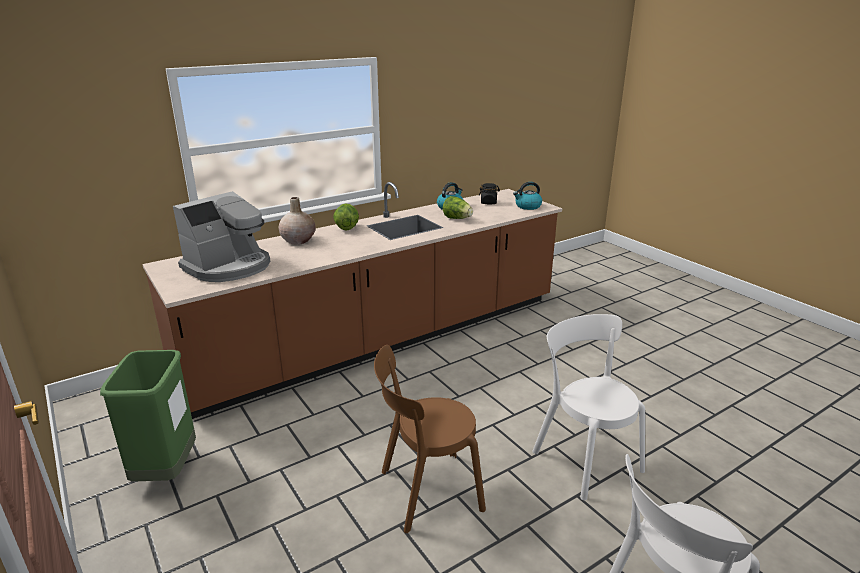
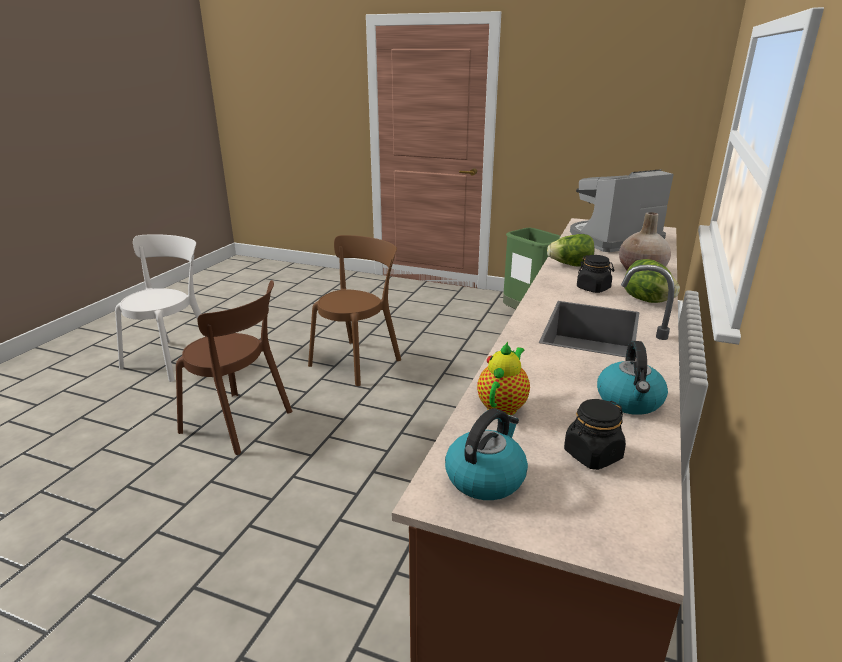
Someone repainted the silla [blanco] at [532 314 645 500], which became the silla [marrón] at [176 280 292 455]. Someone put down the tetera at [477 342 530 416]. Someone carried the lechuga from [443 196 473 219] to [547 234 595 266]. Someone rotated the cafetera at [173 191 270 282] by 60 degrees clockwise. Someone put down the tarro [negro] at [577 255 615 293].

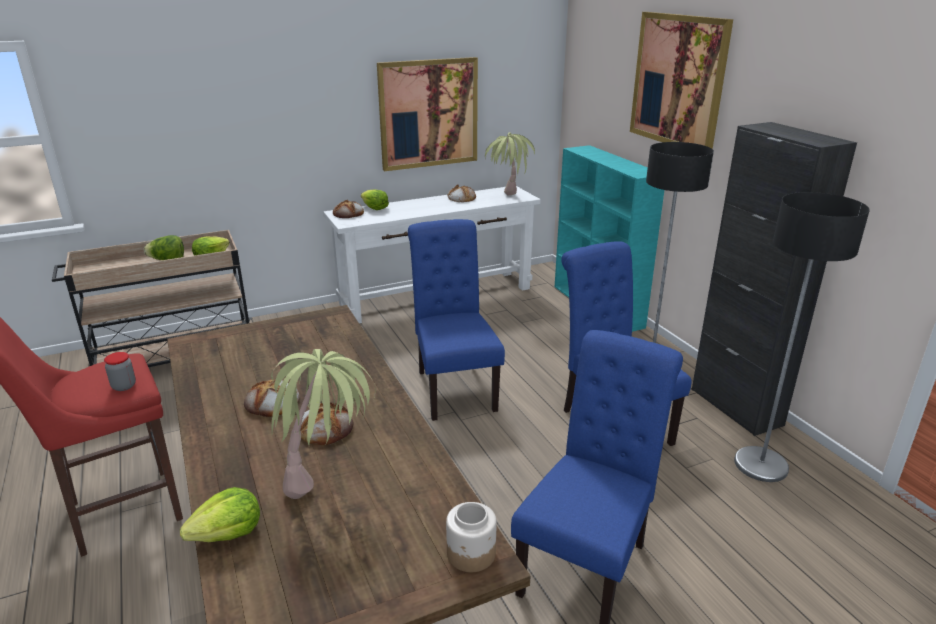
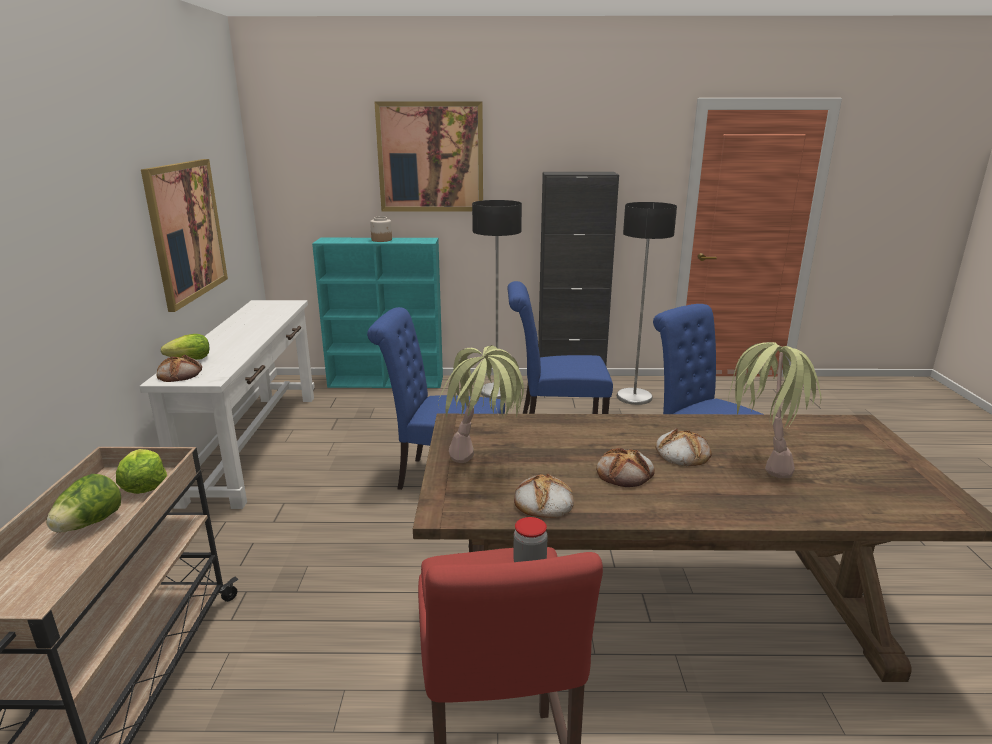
Someone carried the tarro from [446 502 497 572] to [370 216 392 242]. Someone carried the planta en maceta from [485 132 535 196] to [438 345 524 463]. Someone carried the pan from [448 185 476 202] to [514 474 574 518]. Someone took away the lechuga at [180 487 260 542].

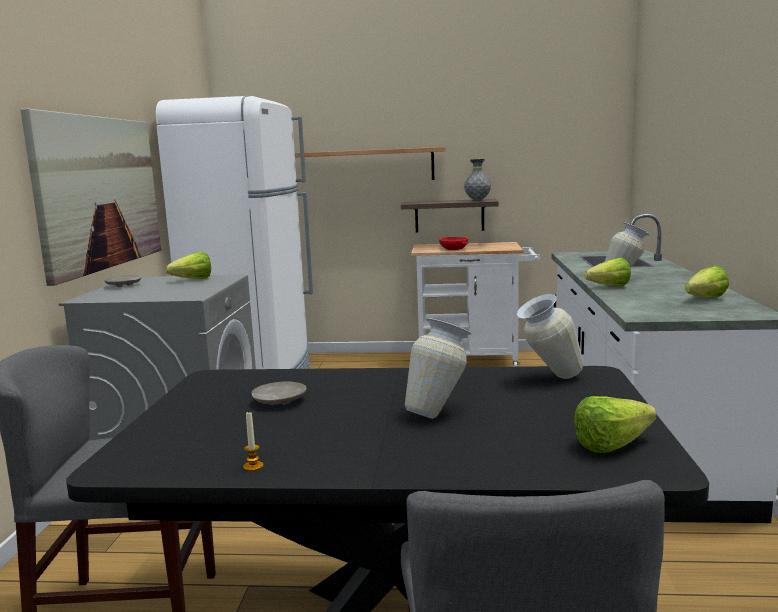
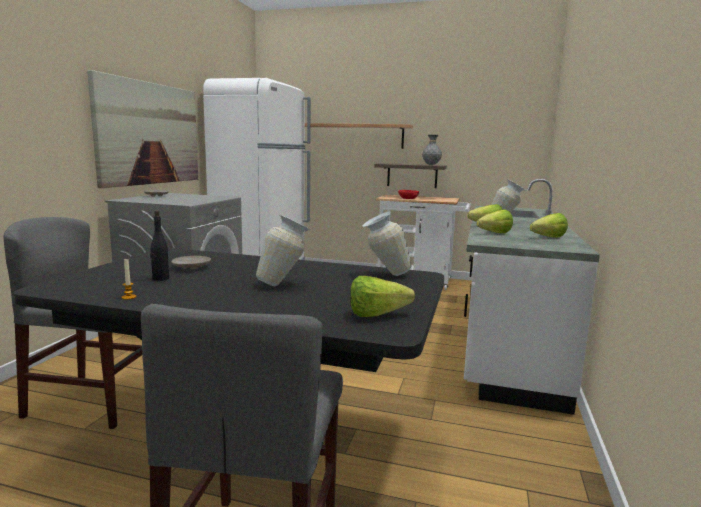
Someone put down the botella [negro] at [150 210 169 281]. Someone carried the lechuga from [166 252 211 279] to [477 210 513 233].

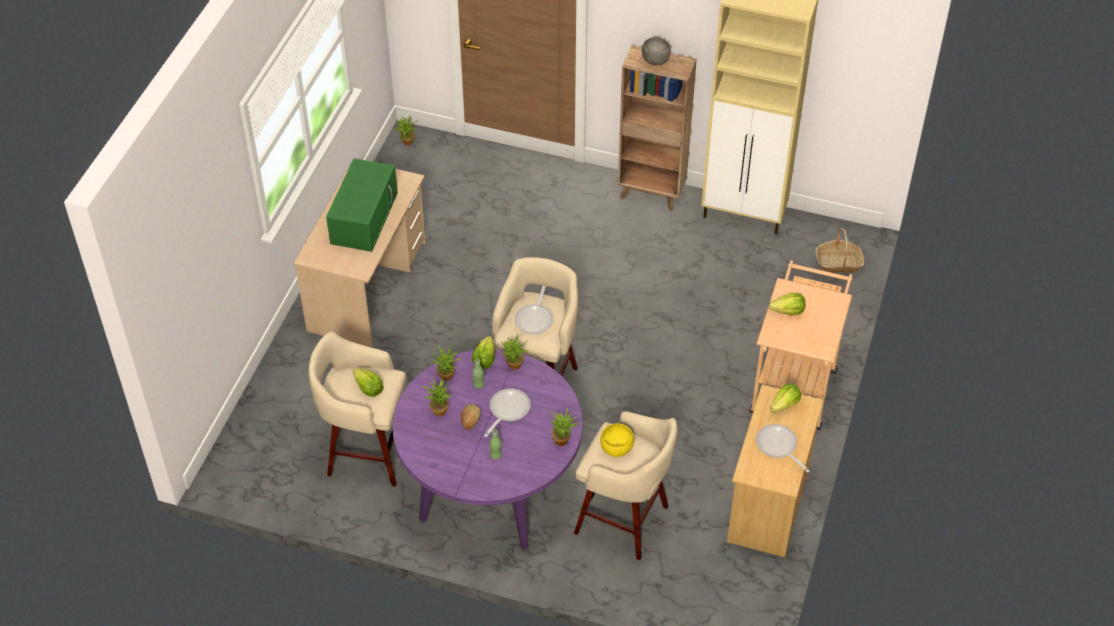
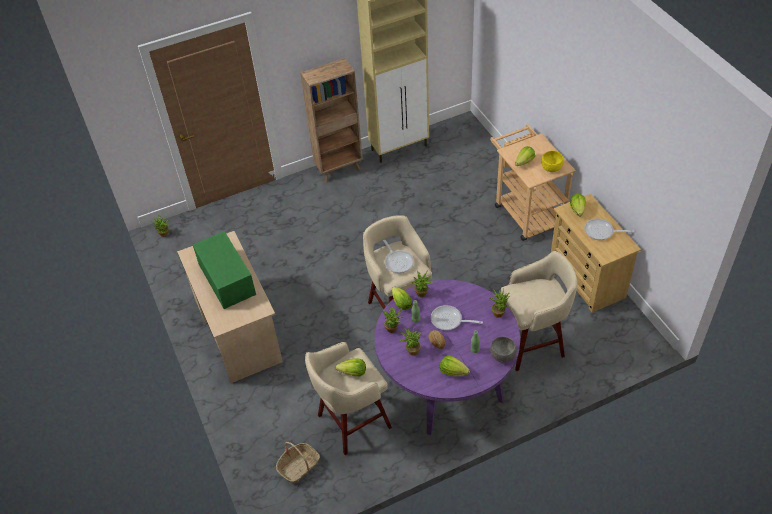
Someone carried the cesta from [815 228 865 273] to [276 442 320 484]. Someone rotated the sartén at [484 388 531 437] by 60 degrees counterclockwise. Someone put down the lechuga at [440 355 470 376]. Someone carried the cuenco [gris] from [642 37 671 65] to [490 336 517 363]. Someone carried the cuenco [amarillo] from [600 423 634 457] to [541 151 564 172].

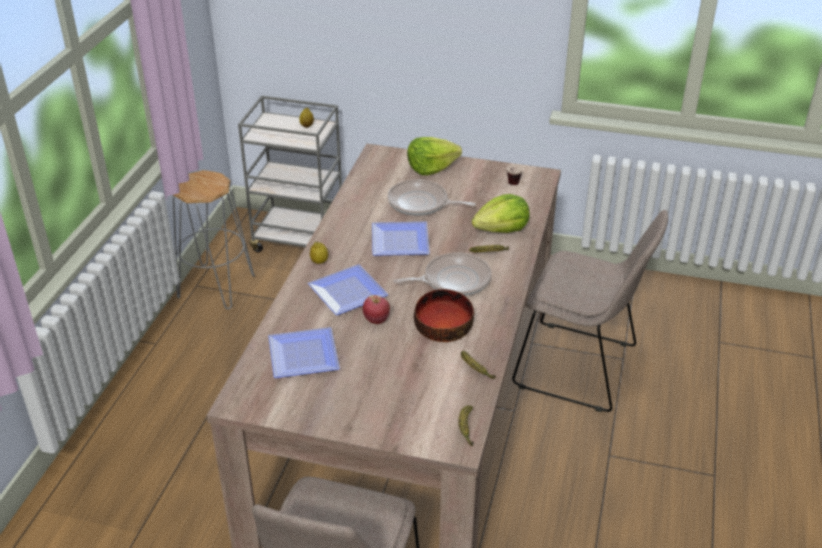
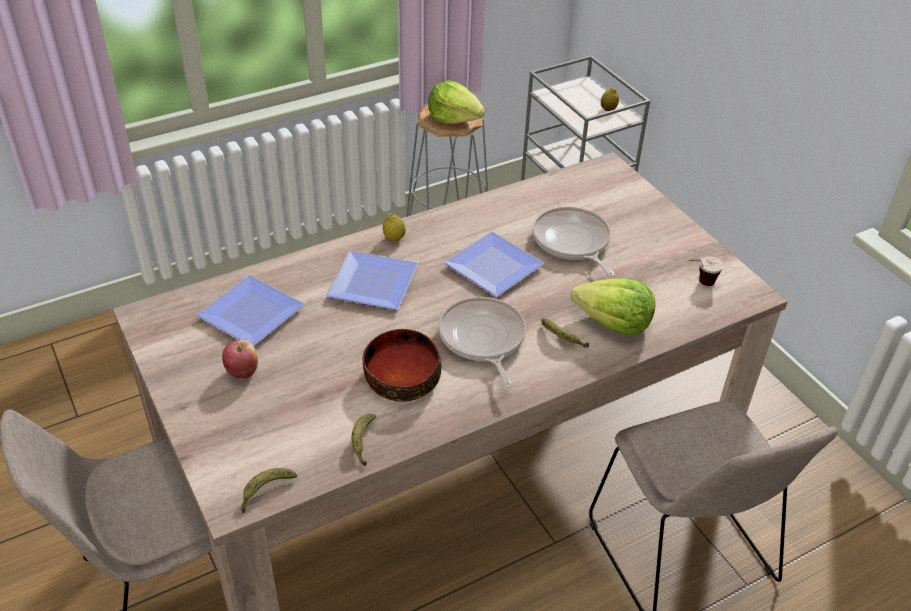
Someone carried the manzana from [363 295 390 324] to [222 340 258 379]. Someone carried the lechuga from [407 137 462 175] to [428 80 485 124]. Someone rotated the sartén at [393 252 491 296] by 135 degrees counterclockwise.

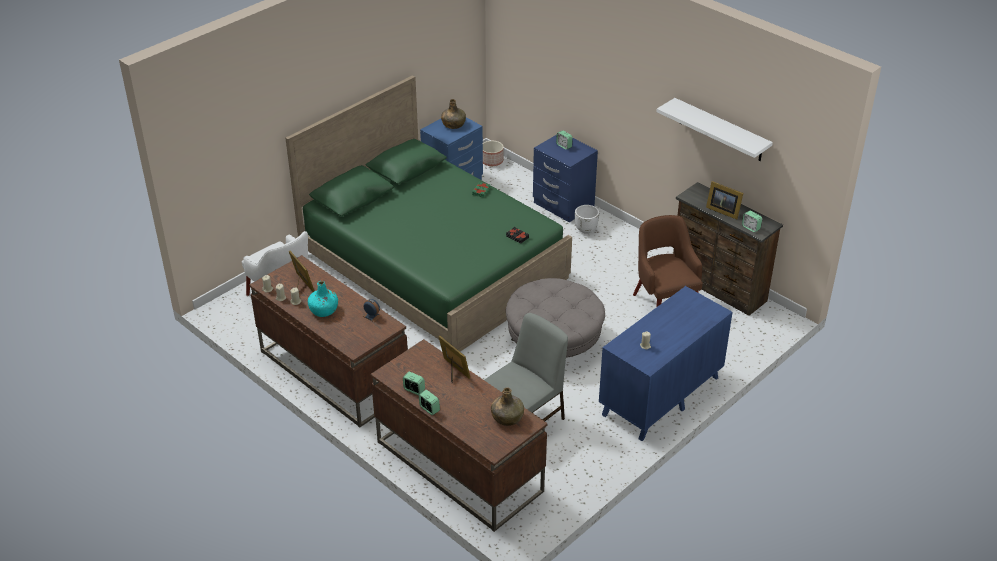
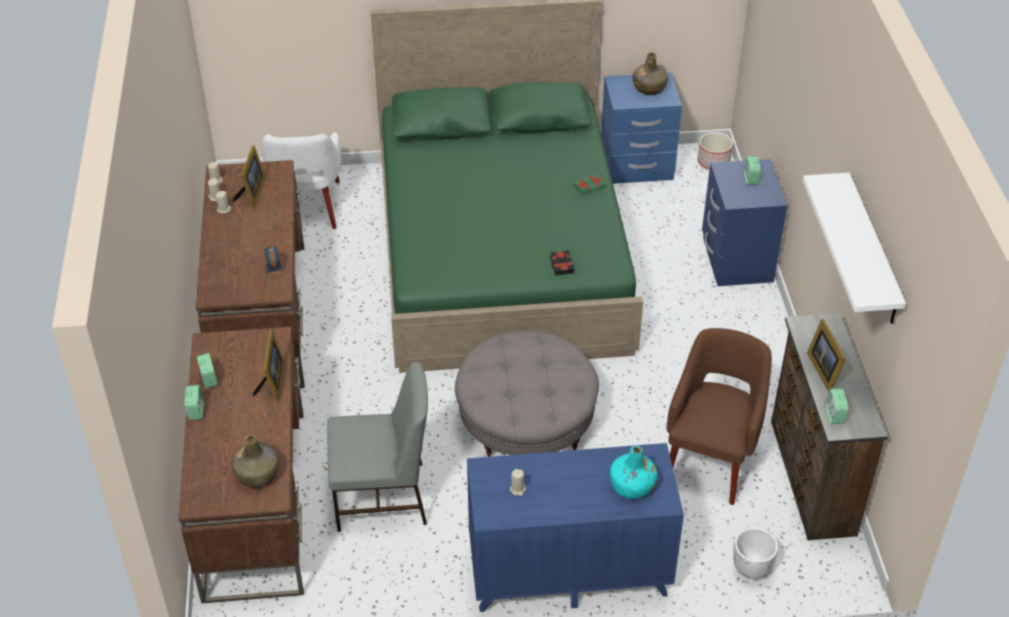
Someone carried the botella [turquesa] from [308 281 338 317] to [610 446 658 499]. Someone carried the maceta [blanco] from [575 205 599 234] to [733 528 778 579].

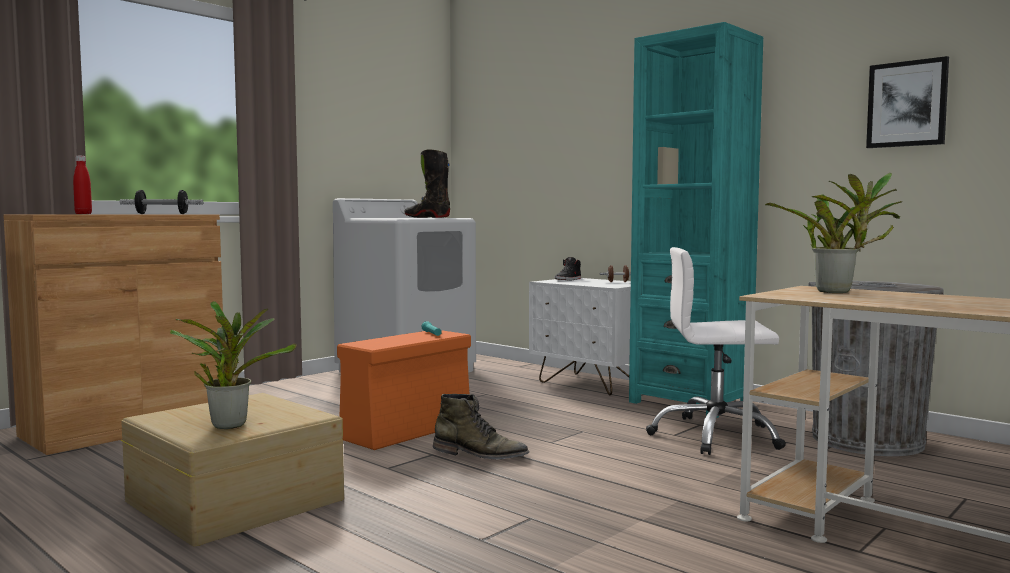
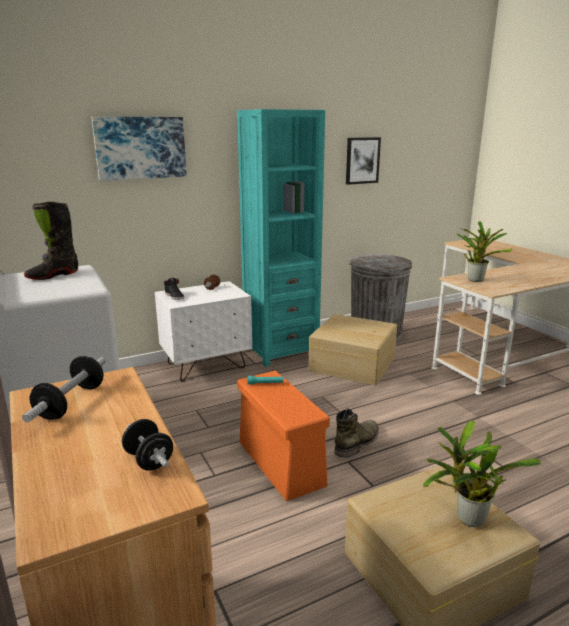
Someone put up the cuadro at [91 117 187 180]. Someone swapped the botella [rojo] at [73 156 92 214] for the mancuerna [negro] at [122 419 173 471]. Someone swapped the silla de oficina [blanco] at [646 247 786 455] for the caja de almacenaje [beis] at [309 314 397 385].

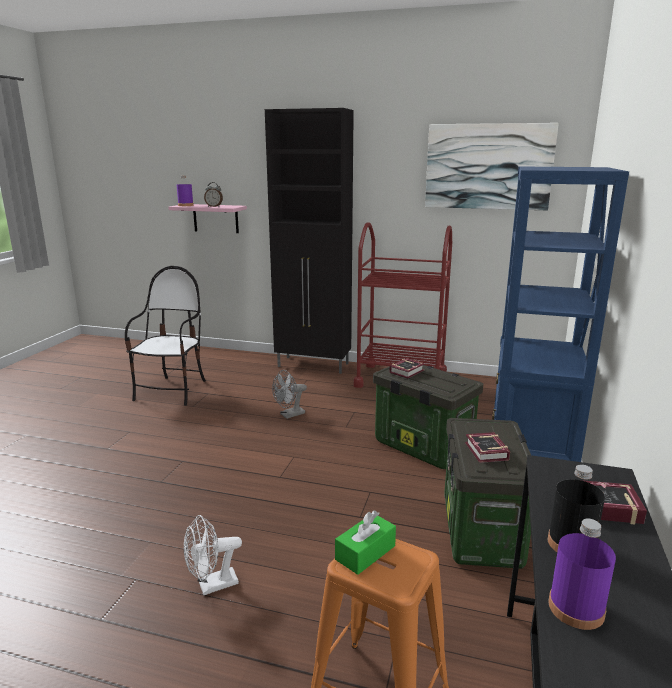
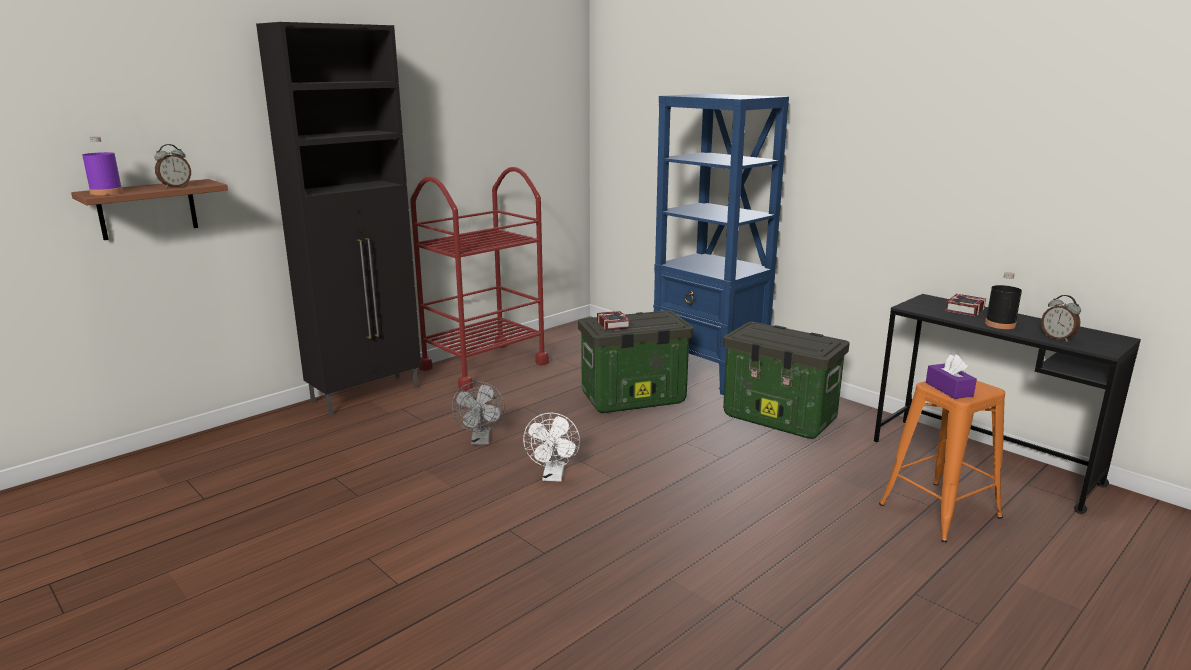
Someone repainted the estante [rosa] at [168 204 247 233], which became the estante [marrón] at [71 179 228 240]. Someone carried the ventilador [blanco] from [184 515 242 595] to [523 412 580 482]. Someone repainted the caja de pañuelos [verde] at [335 510 396 575], which became the caja de pañuelos [morado] at [926 354 977 399]. Someone swapped the botella [morado] at [548 519 616 630] for the despertador at [1041 295 1081 342]. Someone took away the silla at [125 266 206 406]. Someone took away the cuadro at [425 123 559 211]. Someone took away the libro at [465 432 510 463].

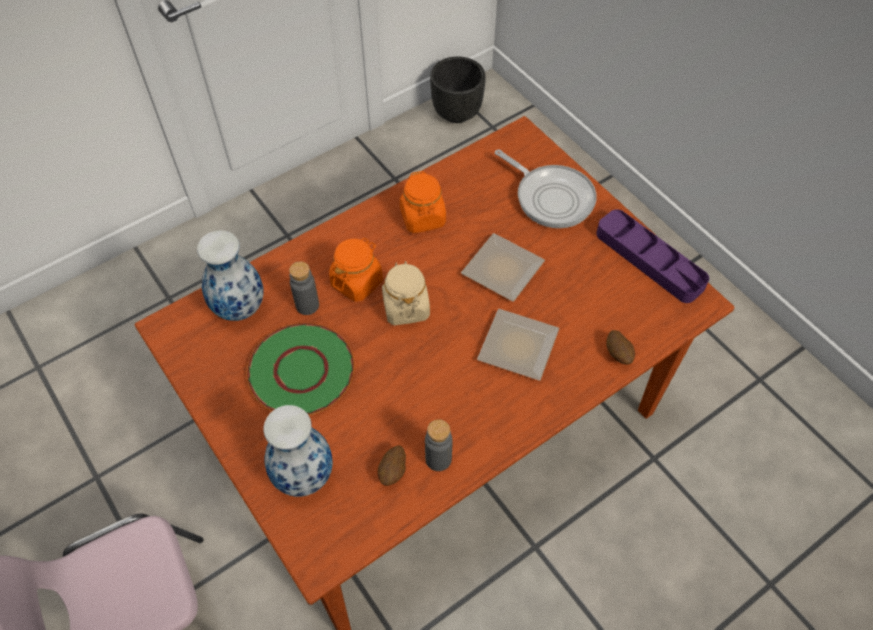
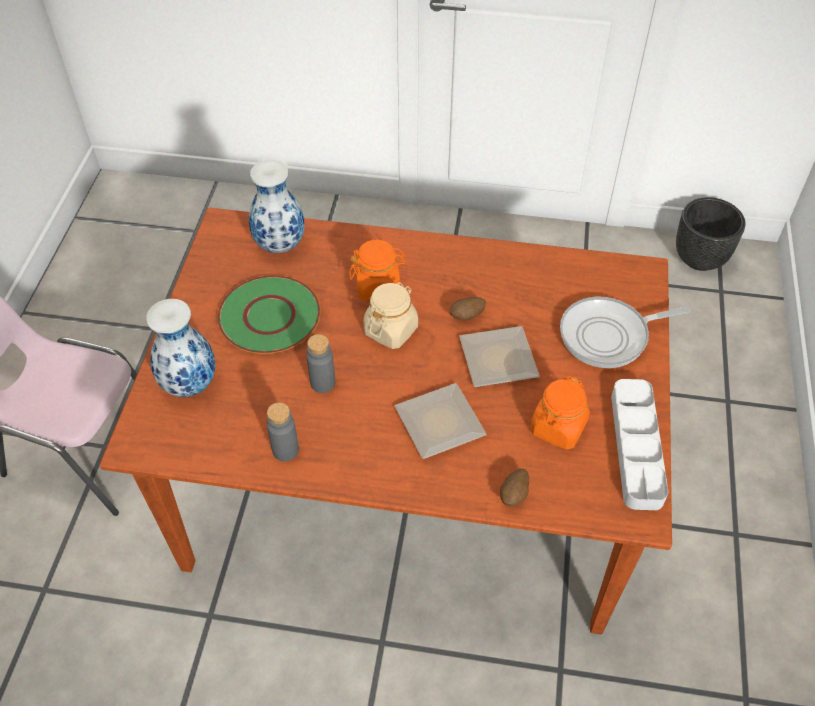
Someone carried the botella [gris] from [289 261 319 315] to [307 334 335 393]. Someone carried the patata from [378 445 406 486] to [449 297 486 320]. Someone carried the tarro [naranja] from [400 171 446 233] to [530 376 590 450]. Someone rotated the sartén at [495 149 597 228] by 75 degrees clockwise. Someone repainted the bandeja [morado] at [596 209 709 303], which became the bandeja [gris] at [611 379 668 510].

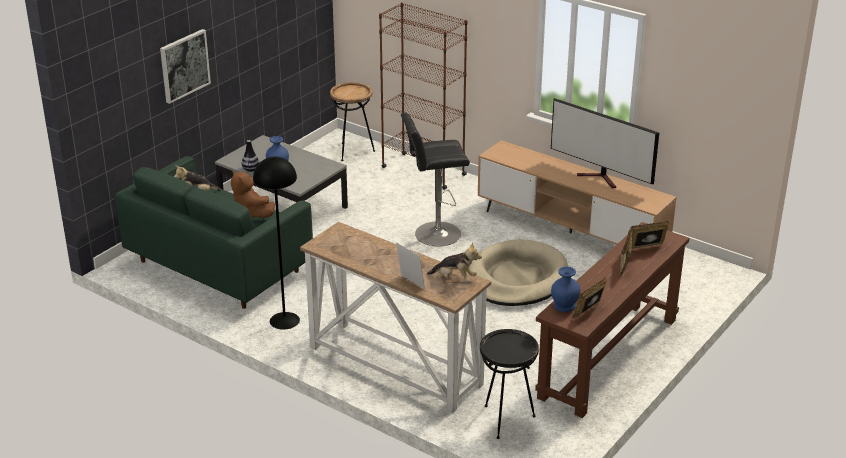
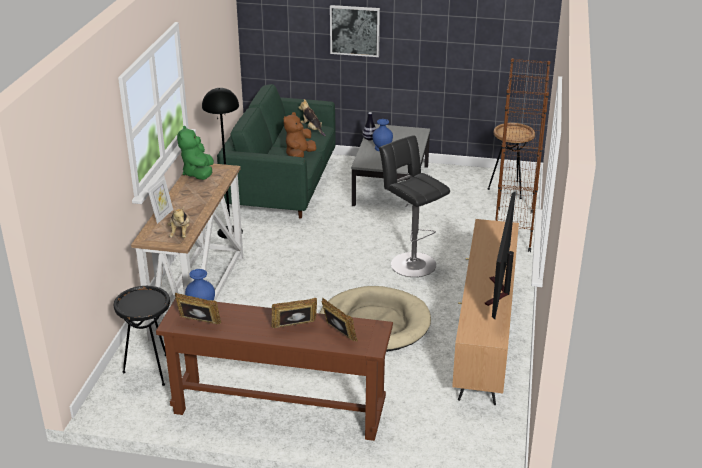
Someone put down the peluche [verde] at [177 126 214 180].

